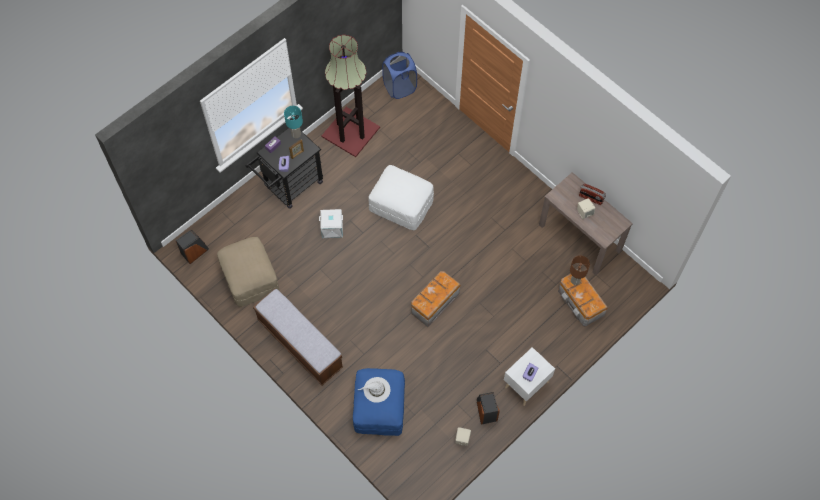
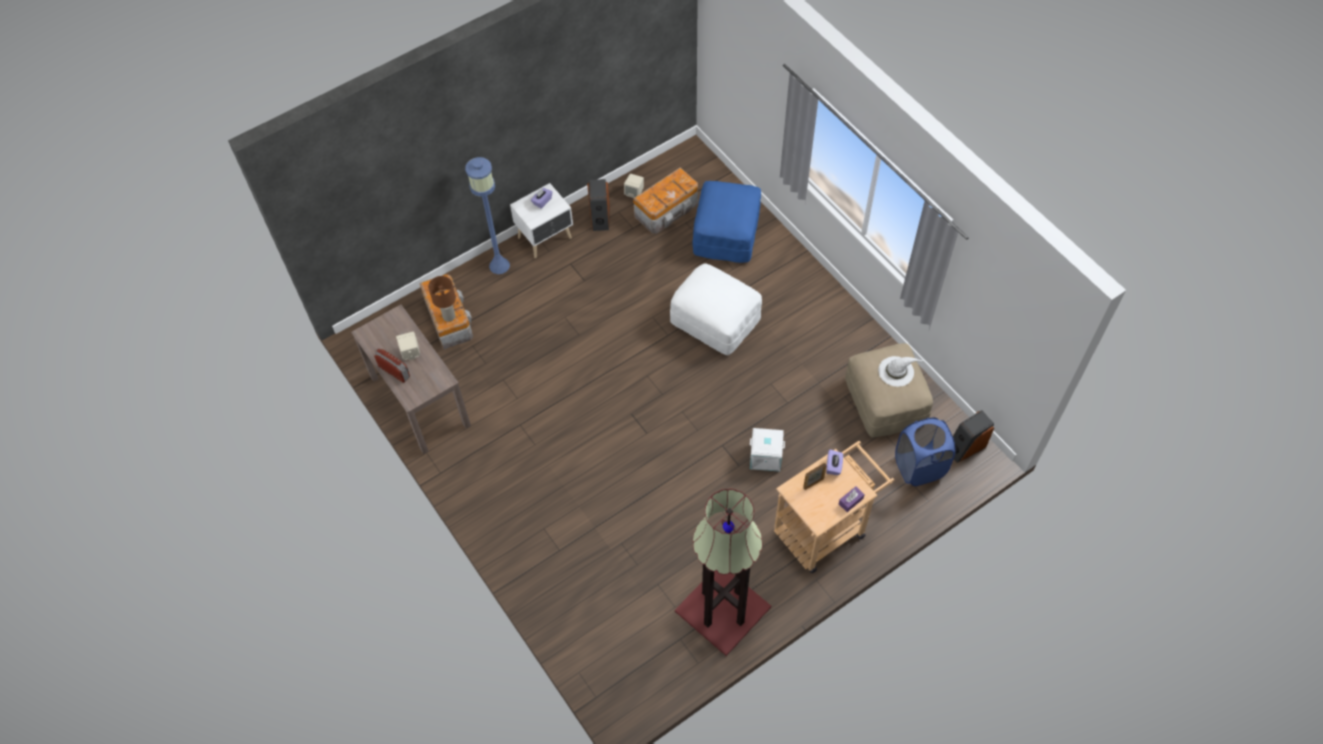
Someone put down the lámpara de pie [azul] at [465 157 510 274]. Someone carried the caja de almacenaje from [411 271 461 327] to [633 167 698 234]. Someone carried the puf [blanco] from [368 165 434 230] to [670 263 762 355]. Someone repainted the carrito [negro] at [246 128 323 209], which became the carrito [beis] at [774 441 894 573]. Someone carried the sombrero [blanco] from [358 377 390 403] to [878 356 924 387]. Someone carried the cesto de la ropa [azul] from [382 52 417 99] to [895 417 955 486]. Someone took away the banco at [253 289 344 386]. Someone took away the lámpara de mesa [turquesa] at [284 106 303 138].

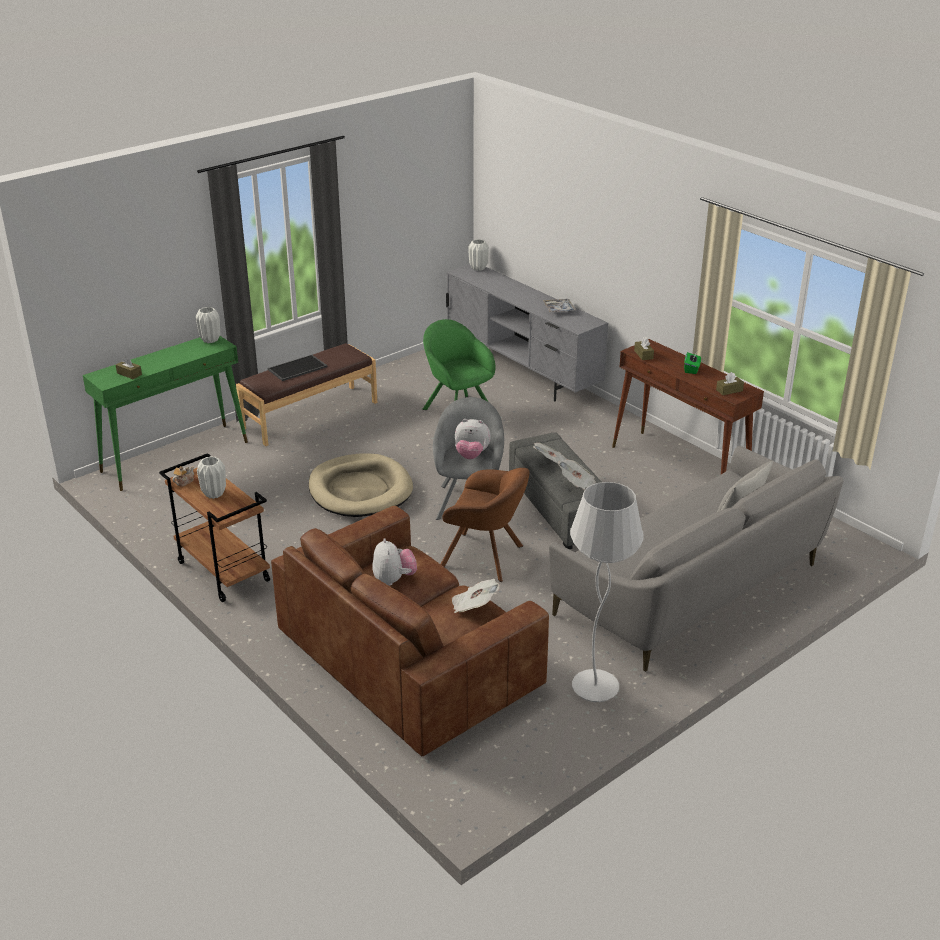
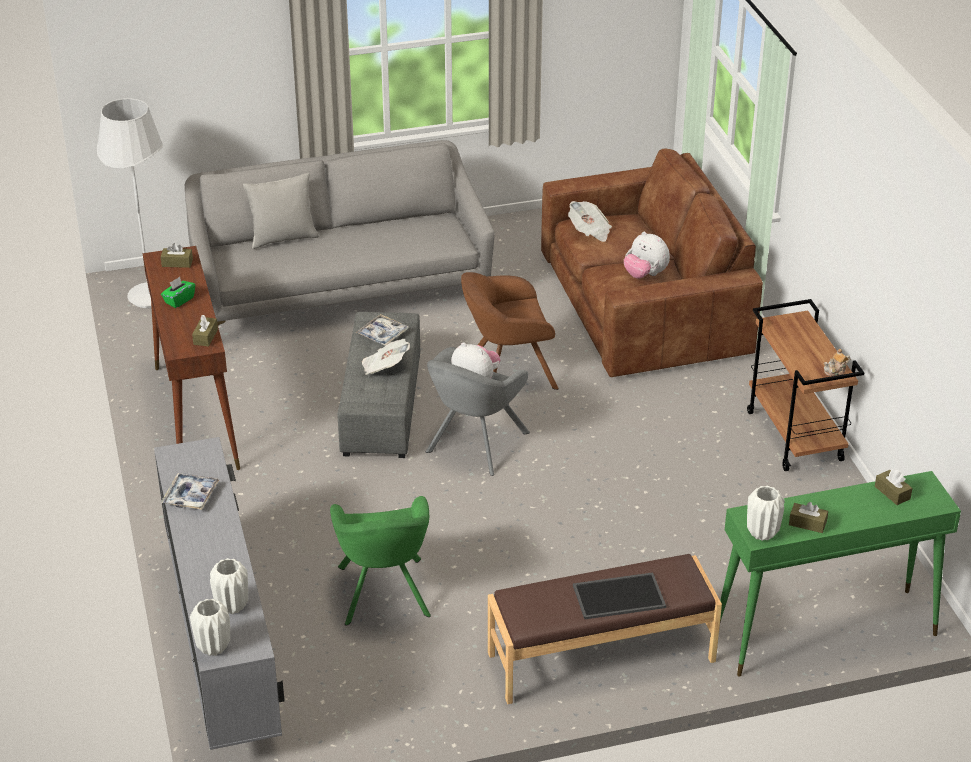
Someone carried the lámpara de pie [blanco] from [570 482 644 702] to [97 98 163 308]. Someone carried the florero [blanco] from [197 456 226 499] to [210 558 248 614]. Someone swapped the periódico at [558 460 596 490] for the bandeja at [356 314 409 346]. Someone rotated the sillón [marrón] at [441 468 529 582] by 60 degrees counterclockwise. Someone rotated the peluche at [372 538 417 586] by 60 degrees counterclockwise. Someone put down the caja de pañuelos [marrón] at [789 502 828 533]. Someone took away the cama para perro [beis] at [308 453 413 517].

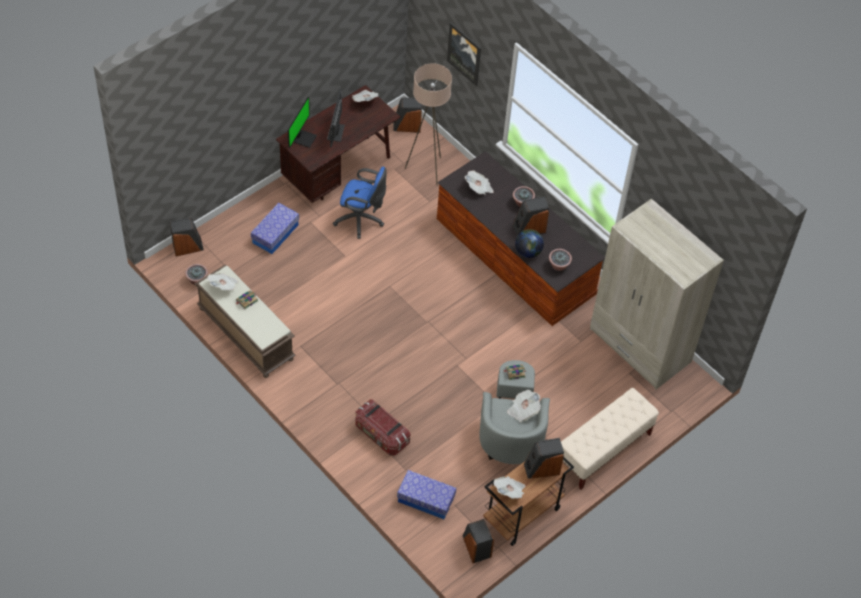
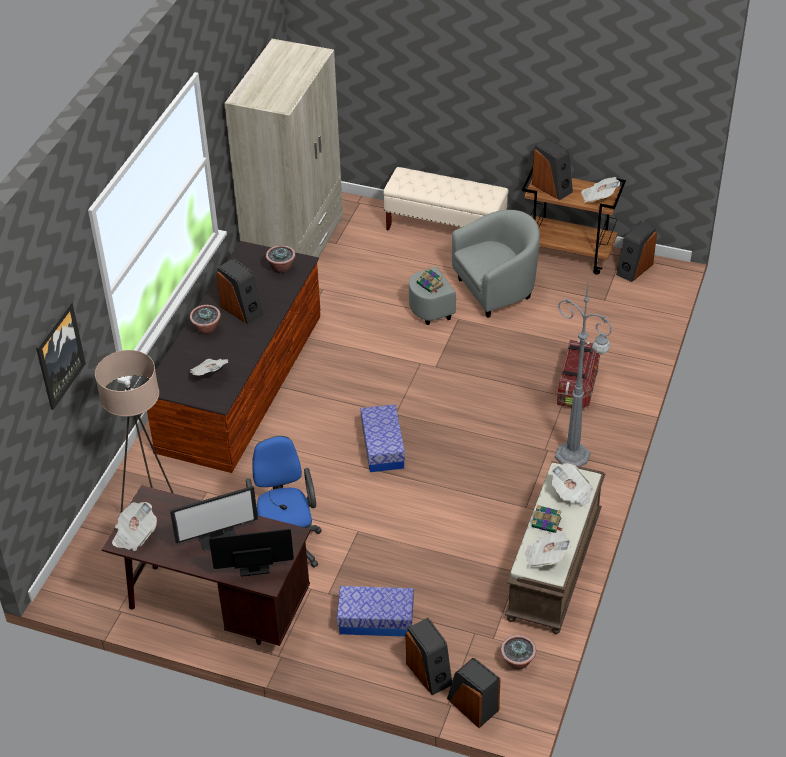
Someone carried the caja de almacenaje from [397 470 457 519] to [361 404 405 472]. Someone carried the altavoz from [393 98 422 133] to [405 618 452 695]. Someone carried the periódico from [507 390 541 423] to [552 463 593 507]. Someone put down the lámpara de pie [gris] at [555 285 612 467]. Someone took away the globo terráqueo at [515 229 544 258].

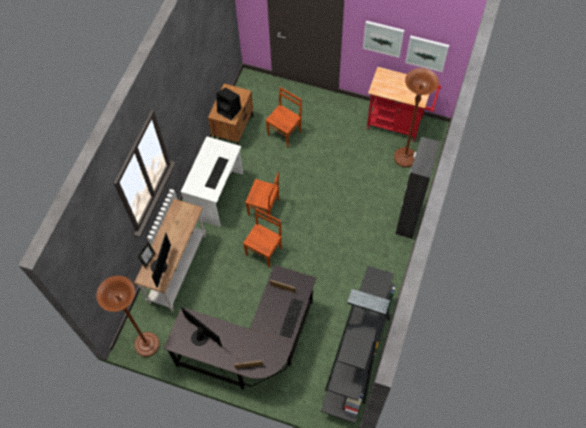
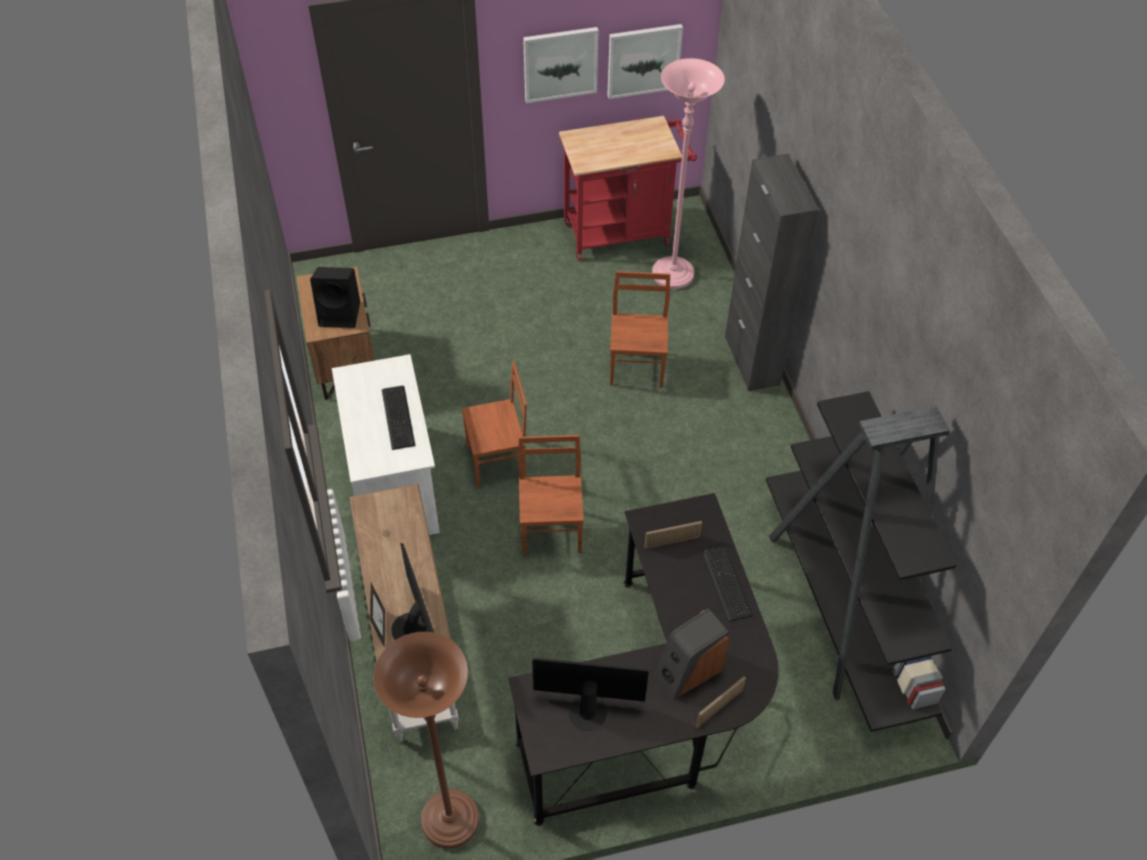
Someone carried the silla [marrón] from [265 87 302 147] to [610 271 670 388]. Someone repainted the lámpara de pie [marrón] at [394 68 439 167], which became the lámpara de pie [rosa] at [652 58 725 289]. Someone put down the altavoz at [654 608 730 700].

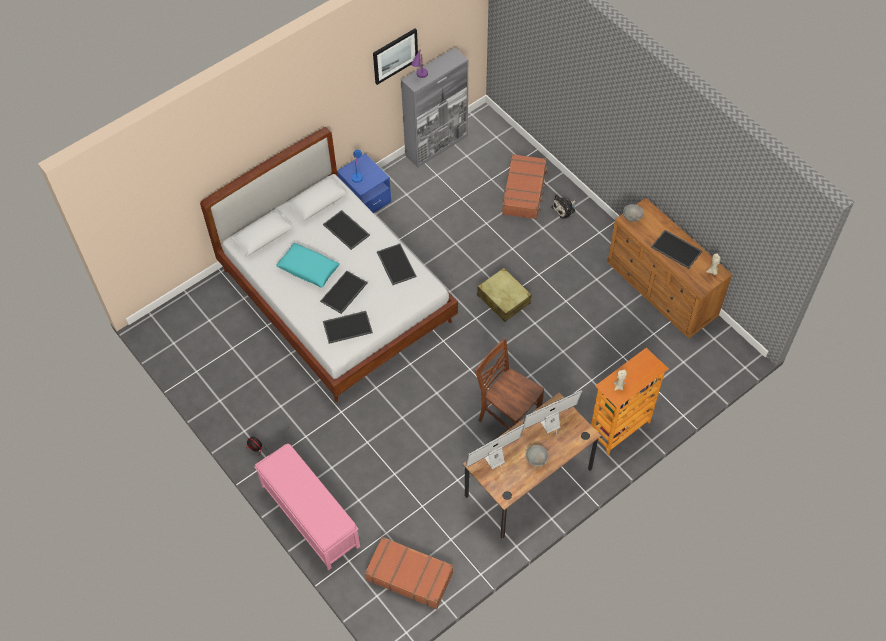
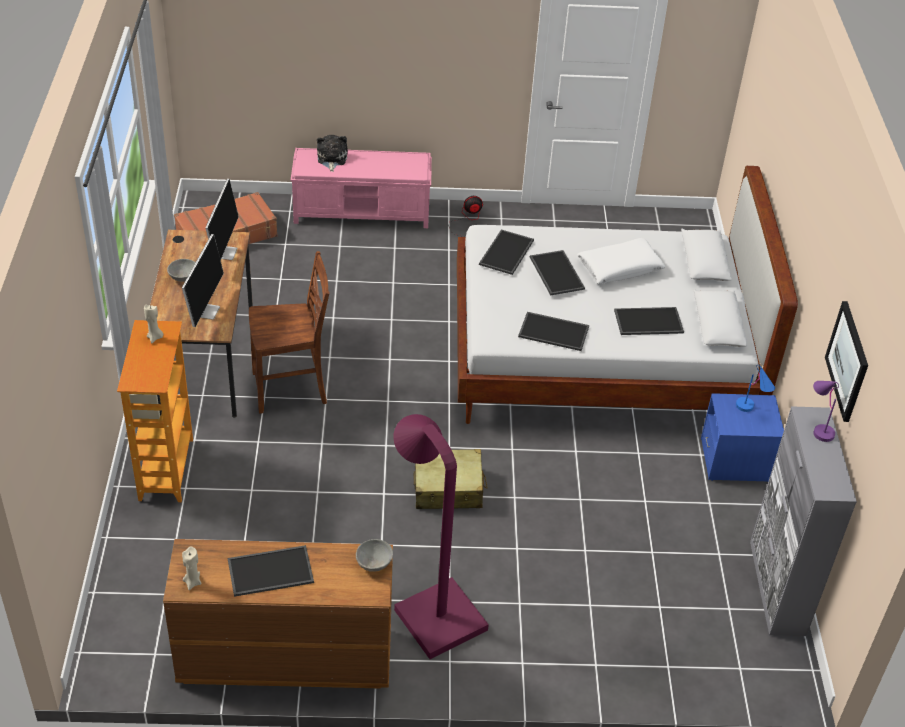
Someone carried the peluche from [551 195 576 219] to [317 135 348 172]. Someone put down the lámpara de pie [morado] at [393 414 489 659]. Someone repainted the cojín [turquesa] at [276 243 340 288], which became the cojín [blanco] at [577 238 666 284]. Someone took away the maleta [marrón] at [502 154 548 219].

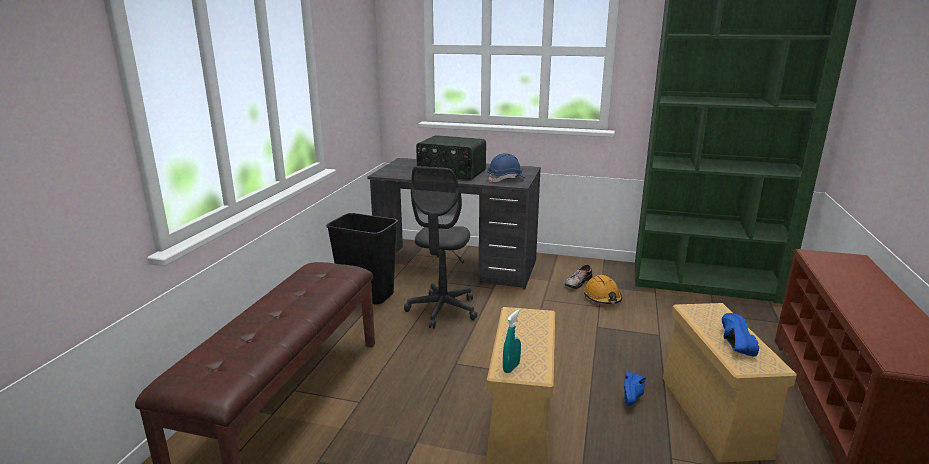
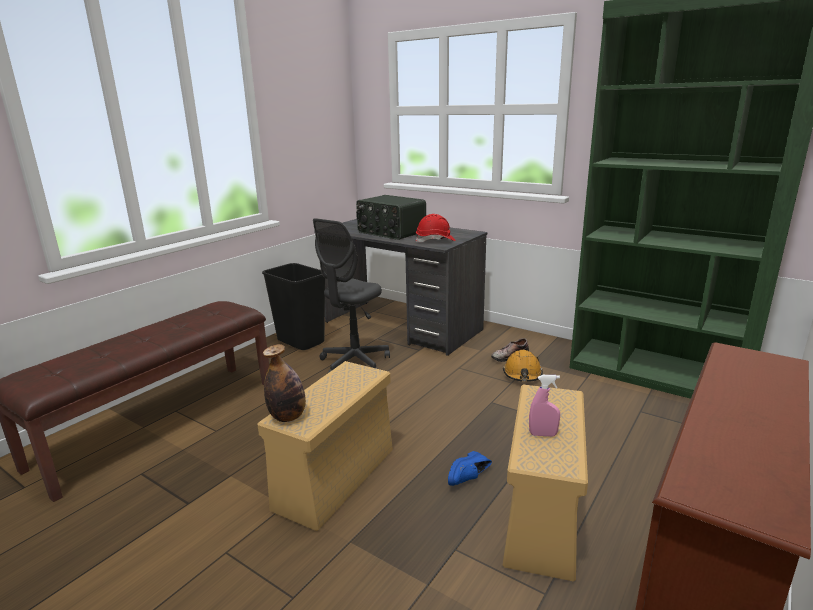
Someone swapped the pulverizador [turquesa] at [503 310 521 373] for the botella at [263 344 306 422]. Someone repainted the casco [azul] at [488 153 525 182], which became the casco [rojo] at [416 214 456 242]. Someone swapped the zapato [azul] at [722 313 759 357] for the pulverizador [rosa] at [529 375 560 437].

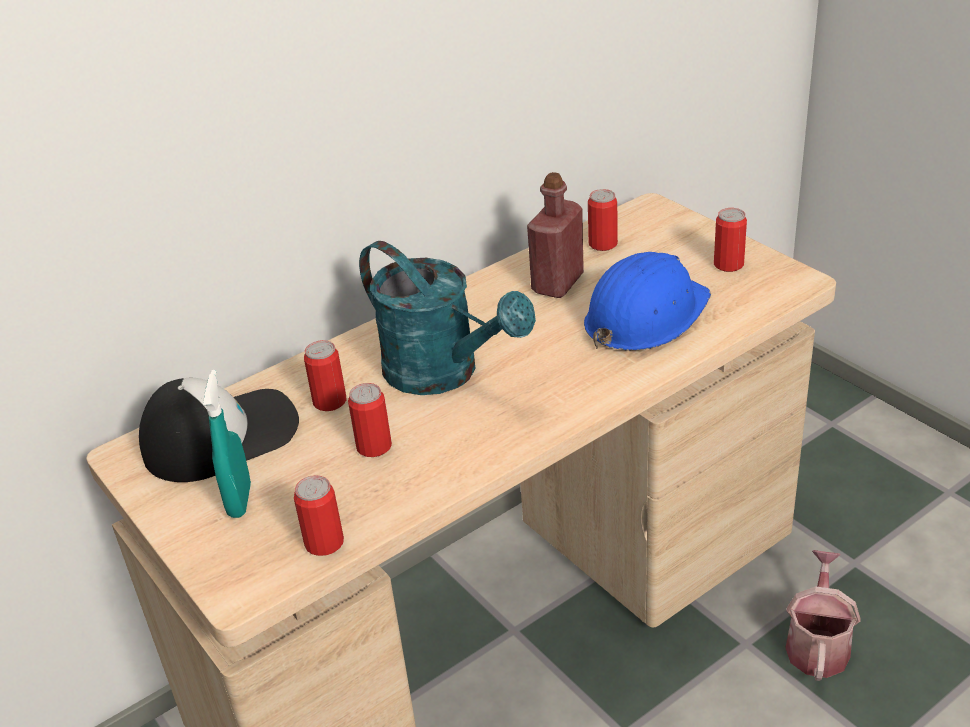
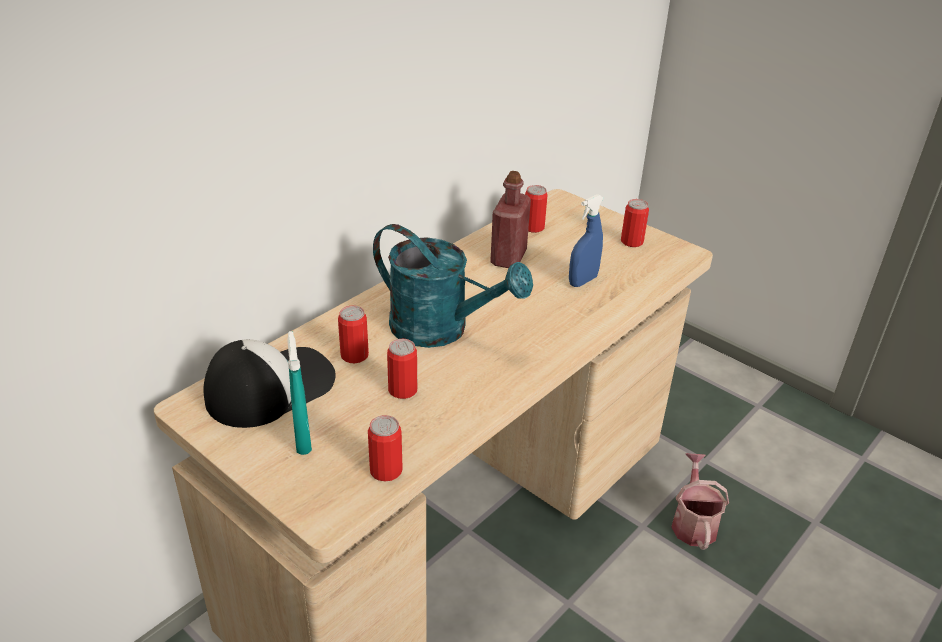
Someone swapped the casco [azul] at [584 252 711 351] for the pulverizador [azul] at [569 194 604 287].

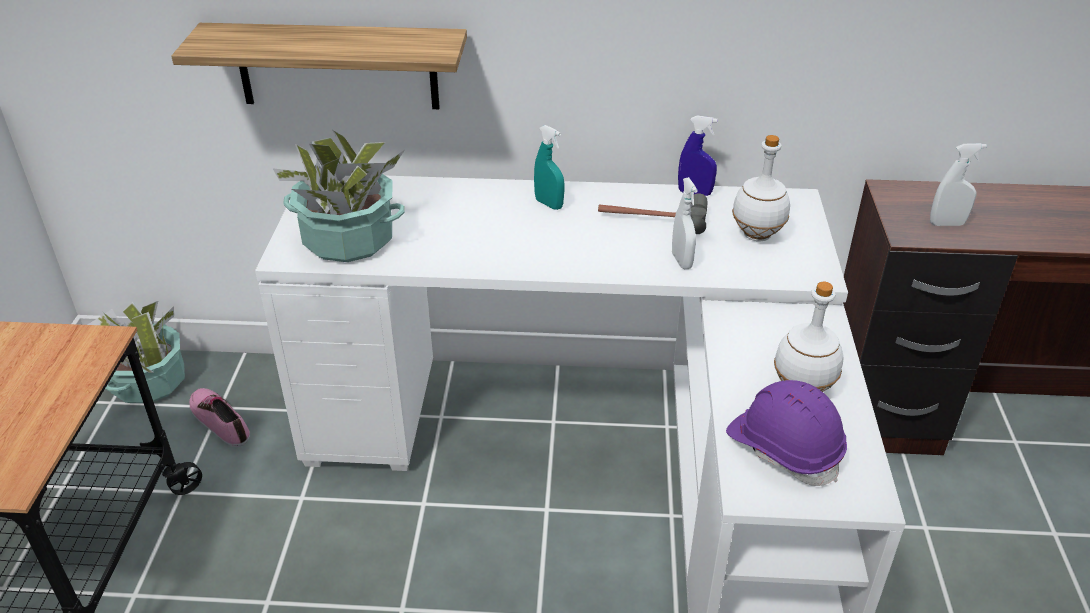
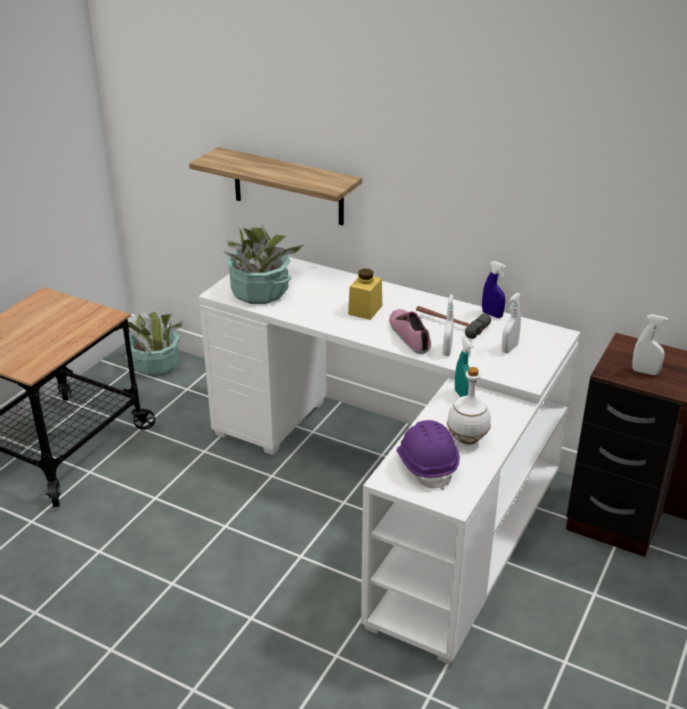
Someone put down the tarro [amarillo] at [348 269 382 320]. Someone carried the zapato from [189 388 250 447] to [389 309 431 354]. Someone carried the pulverizador [turquesa] from [534 125 564 210] to [455 338 473 397]. Someone swapped the botella [blanco] at [732 135 790 242] for the pulverizador [blanco] at [501 293 521 353].

